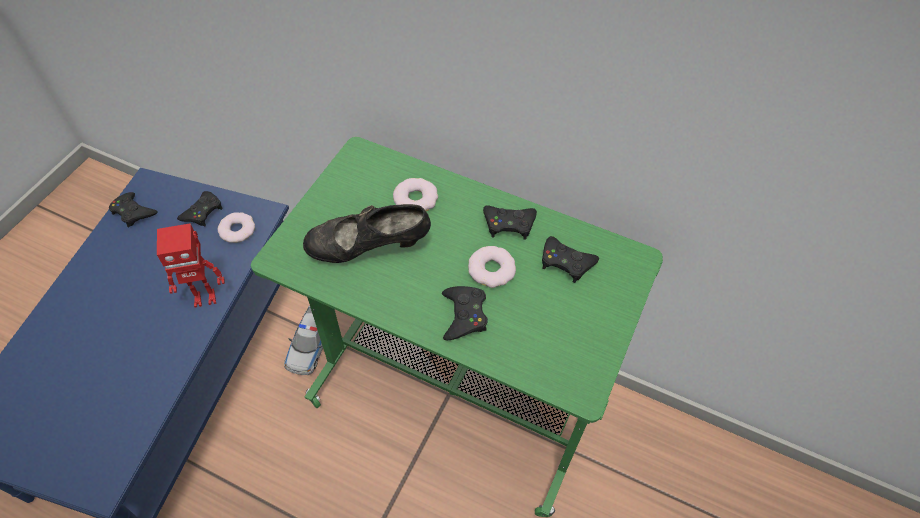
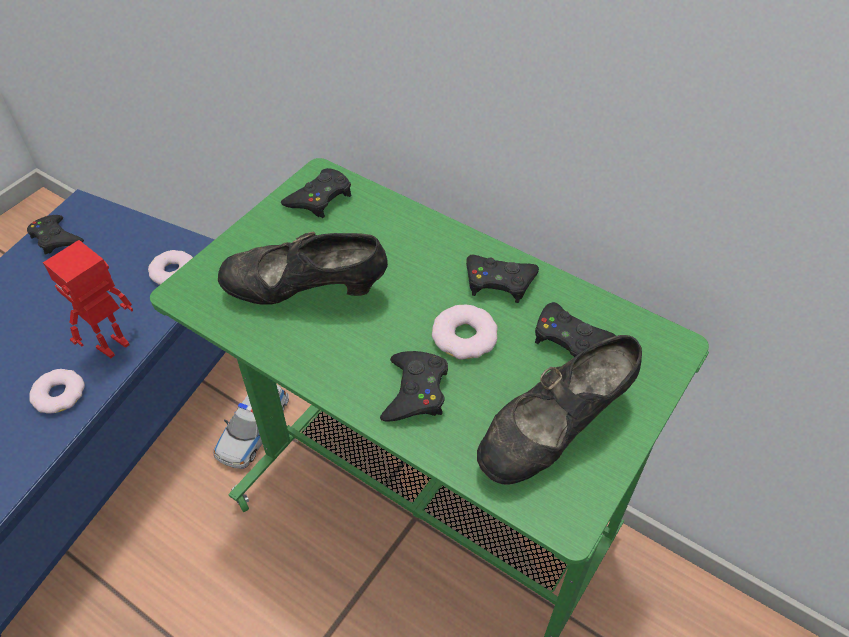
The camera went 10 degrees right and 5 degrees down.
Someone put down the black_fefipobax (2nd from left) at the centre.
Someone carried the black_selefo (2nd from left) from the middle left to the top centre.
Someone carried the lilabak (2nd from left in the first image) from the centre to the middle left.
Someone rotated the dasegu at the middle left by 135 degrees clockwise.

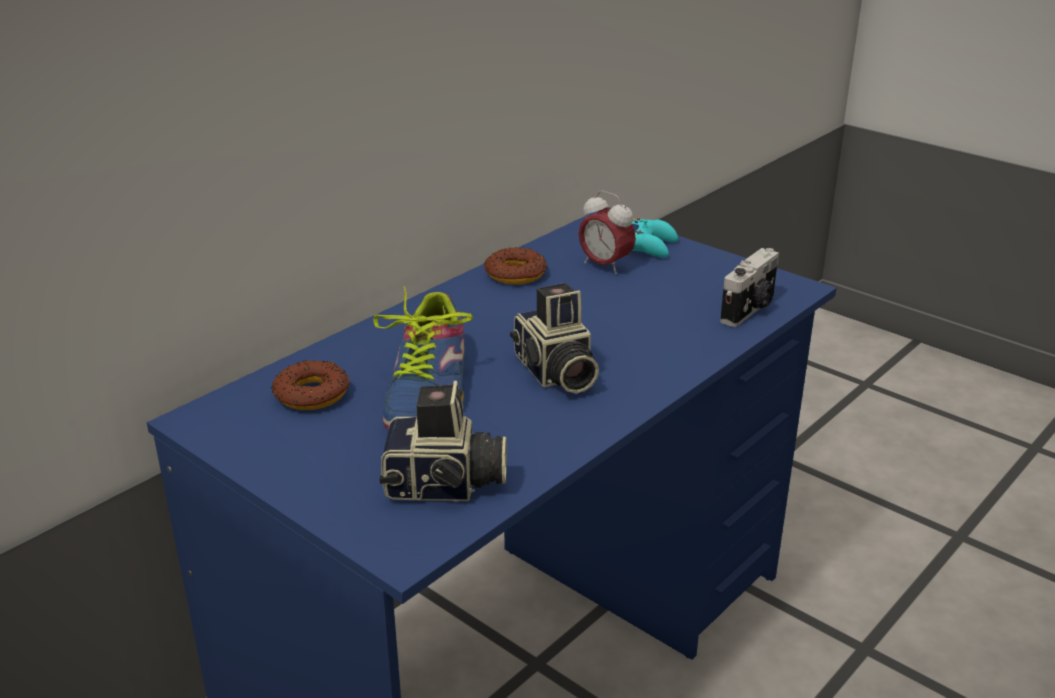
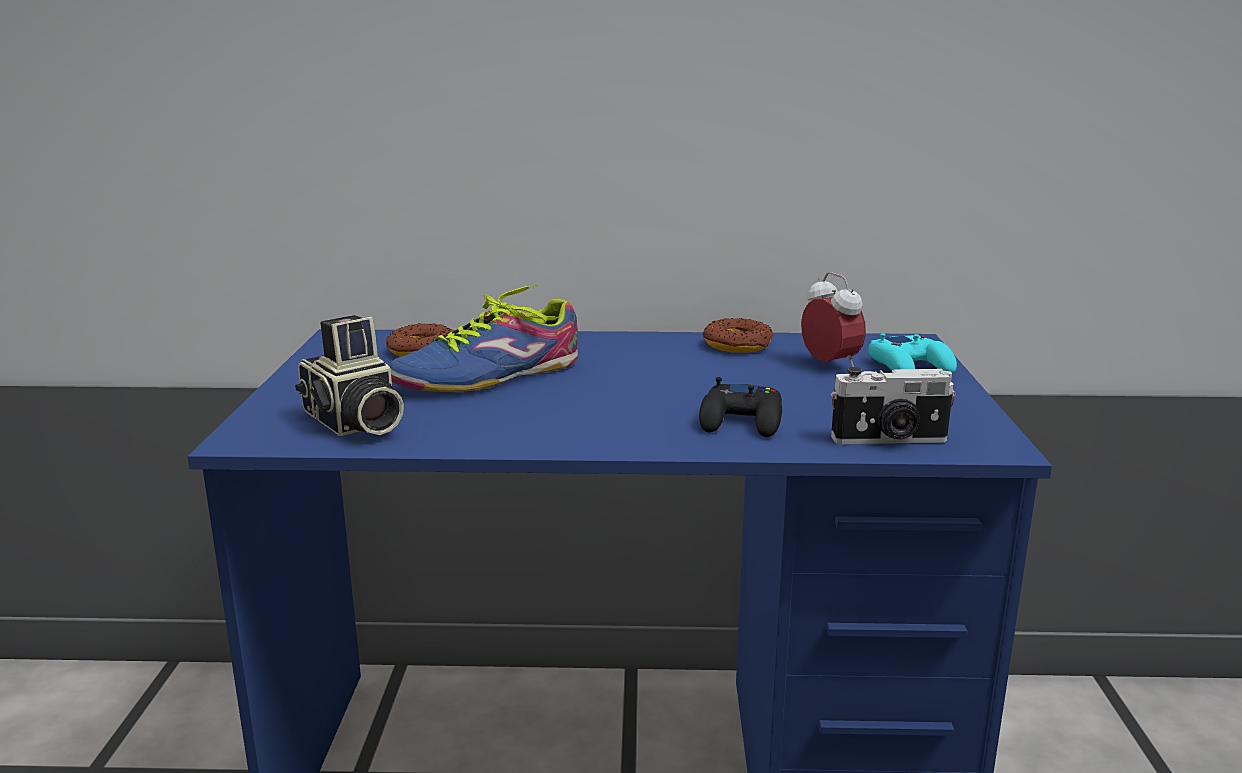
The camera went 50 degrees right and 10 degrees down.
Someone took away the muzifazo (2nd from left) at the centre.
Someone put down the black_selefo at the centre.
Someone rotated the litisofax at the centre by 150 degrees clockwise.

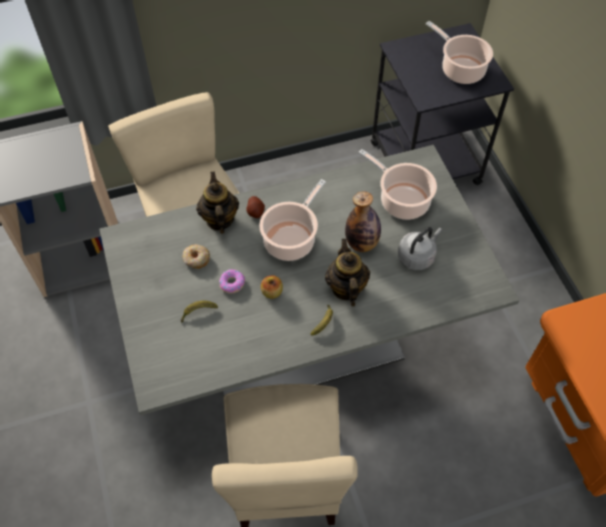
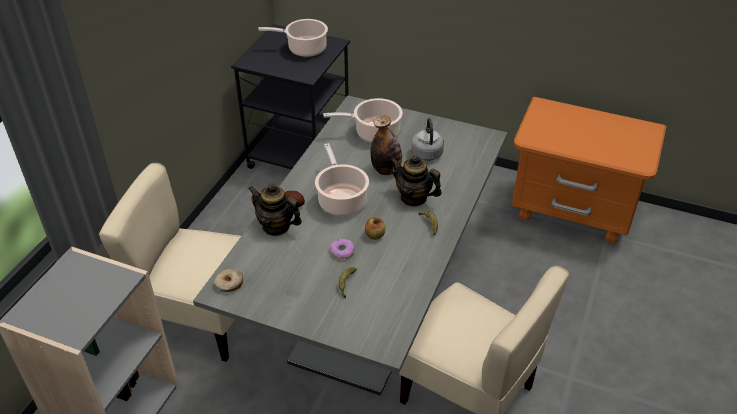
The camera went 50 degrees left and 15 degrees down.
Someone carried the lilabak (1st from left) from the middle left to the bottom left.

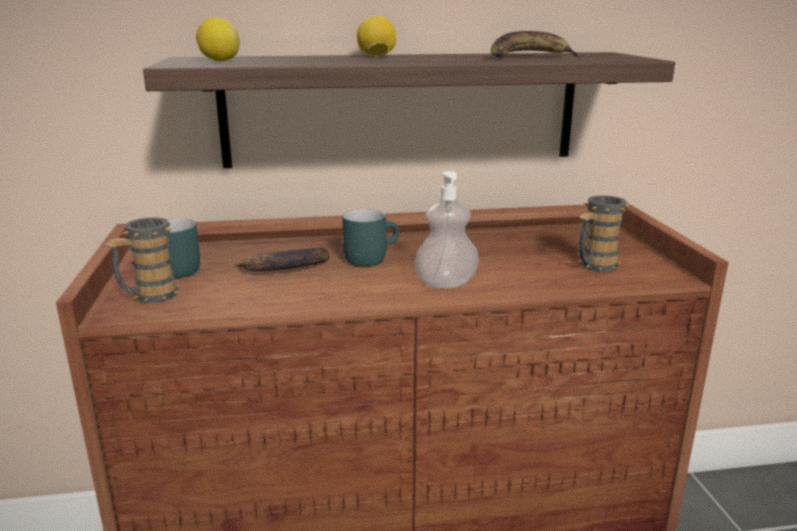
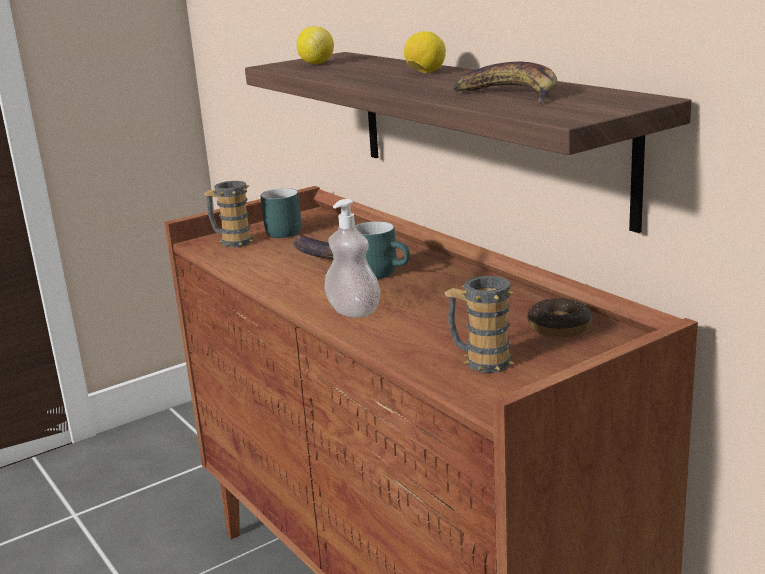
The camera went 65 degrees right and 0 degrees up.
Someone put down the lilabak at the middle right.

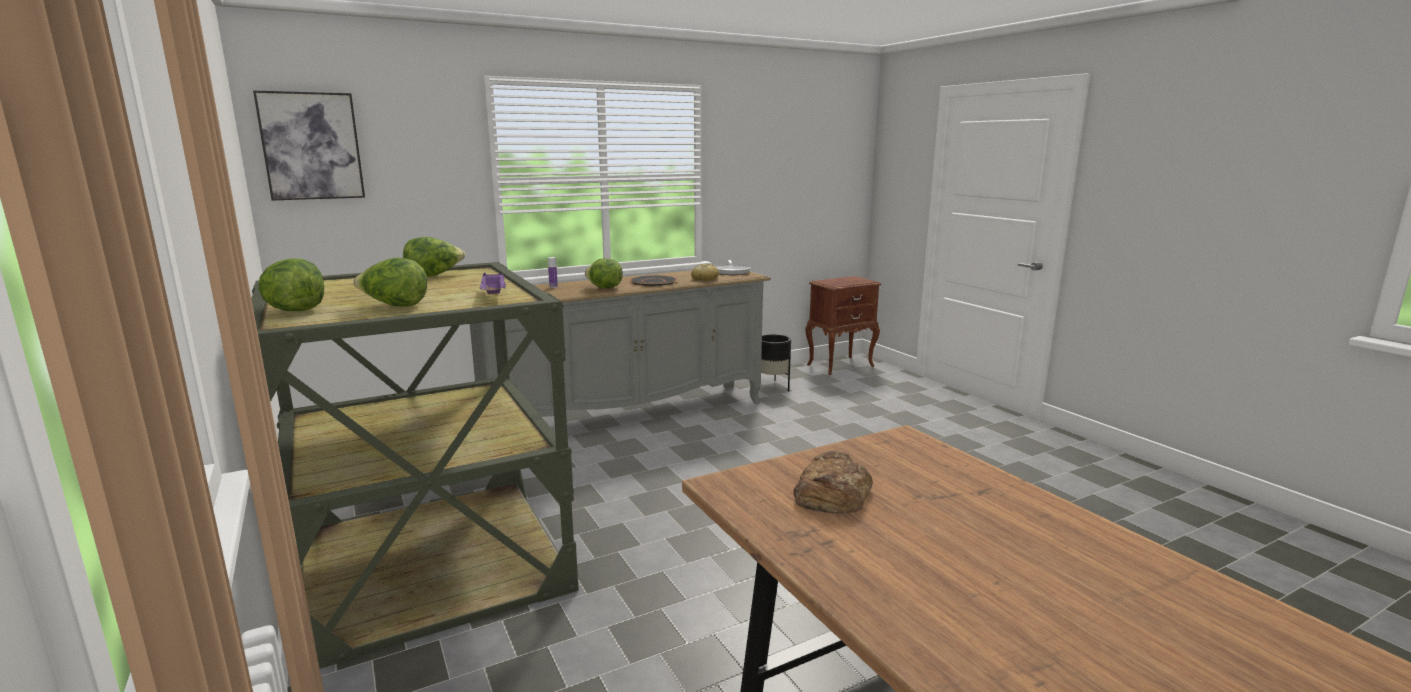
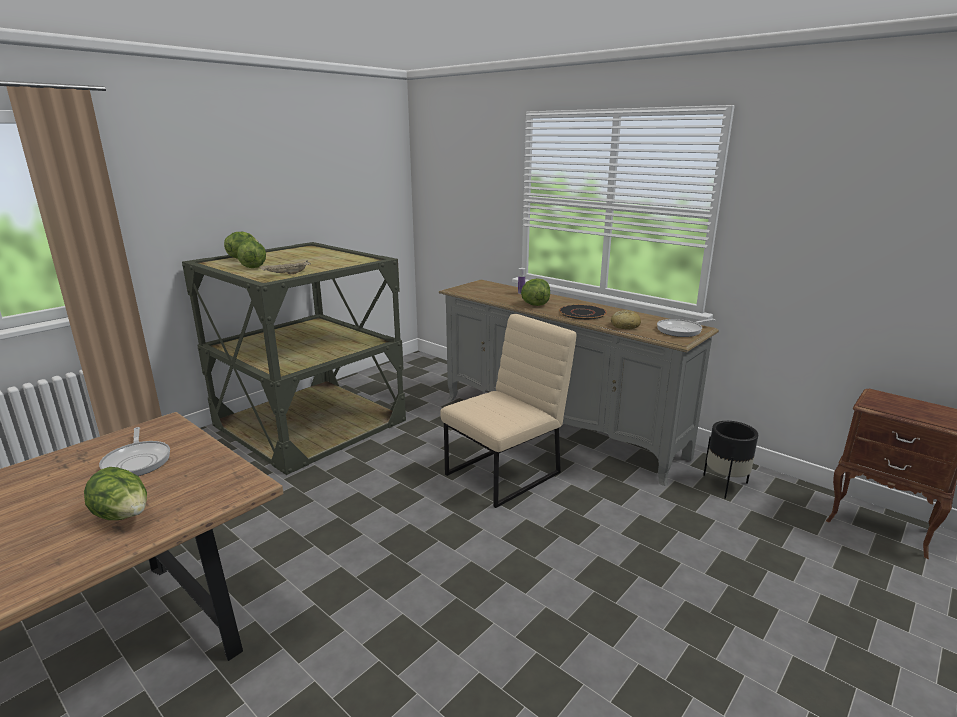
The camera went 70 degrees right and 5 degrees up.
Someone took away the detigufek at the top left.
Someone put down the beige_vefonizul at the centre.
Someone carried the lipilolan (3rd from left in the first image) from the middle left to the bottom left.
Someone swapped the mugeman (2nd from left) at the bottom centre for the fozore (1st from left) at the middle left.
Someone repainted the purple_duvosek at the centre, which became the beige_duvosek at the middle left.

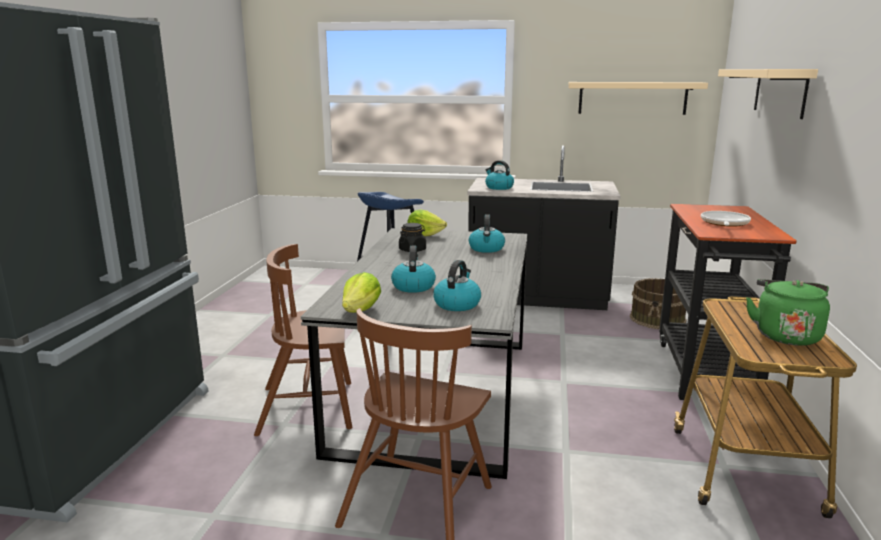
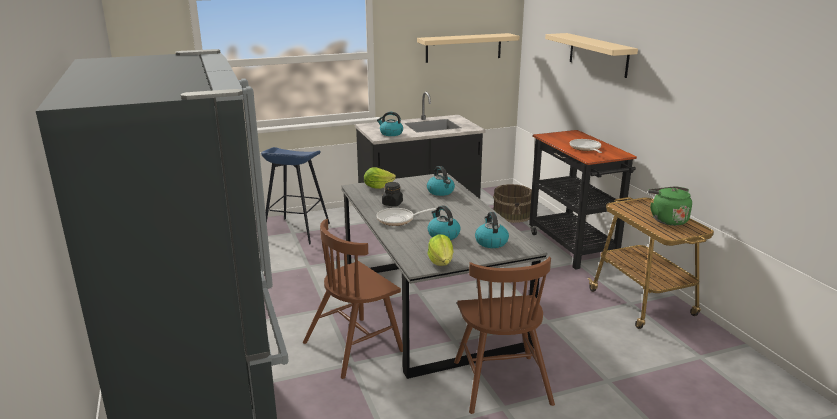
The camera went 30 degrees left and 5 degrees up.
Someone put down the fozore (1st from left) at the centre.

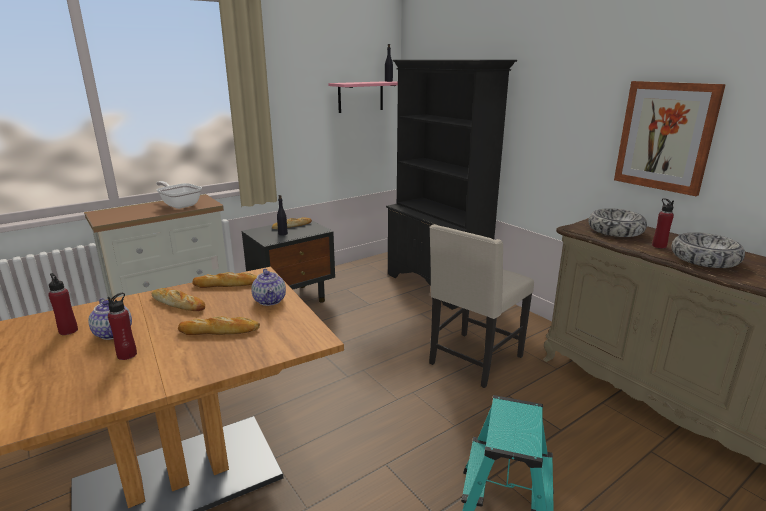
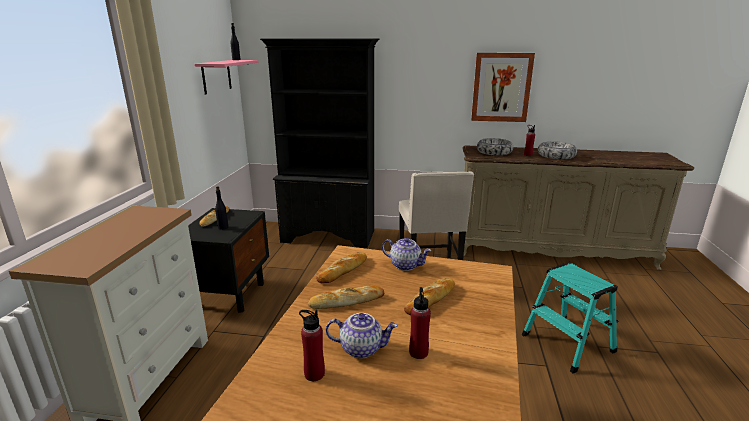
The camera went 45 degrees left and 0 degrees up.
Someone took away the fozore at the middle left.

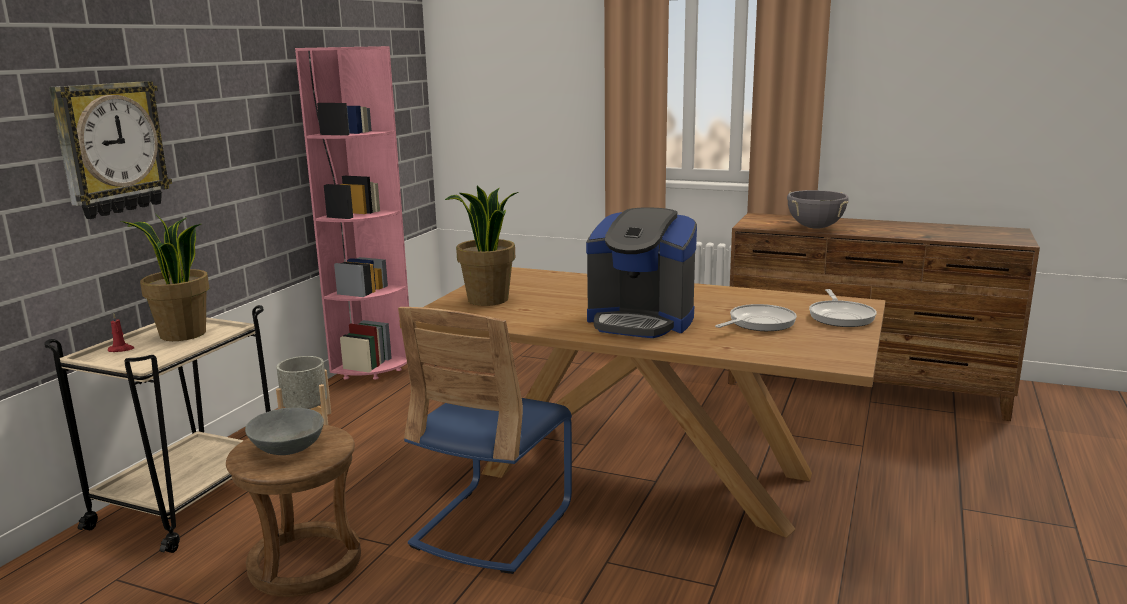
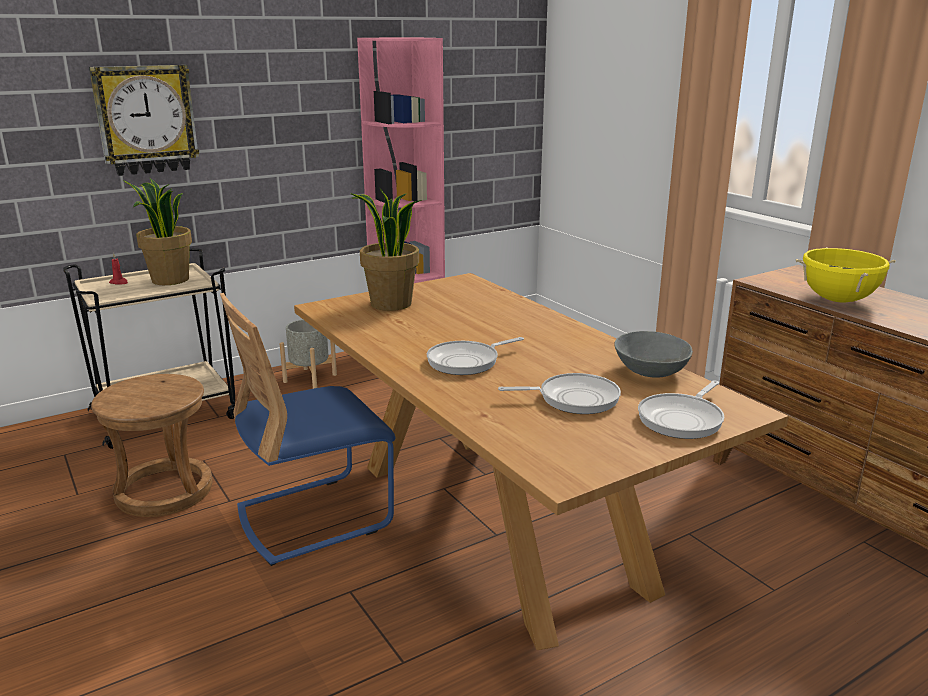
The camera went 35 degrees right and 5 degrees up.
Someone carried the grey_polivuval from the bottom left to the middle right.
Someone swapped the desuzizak at the centre for the fozore (1st from left) at the centre.
Someone repainted the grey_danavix at the middle right, which became the yellow_danavix at the middle right.

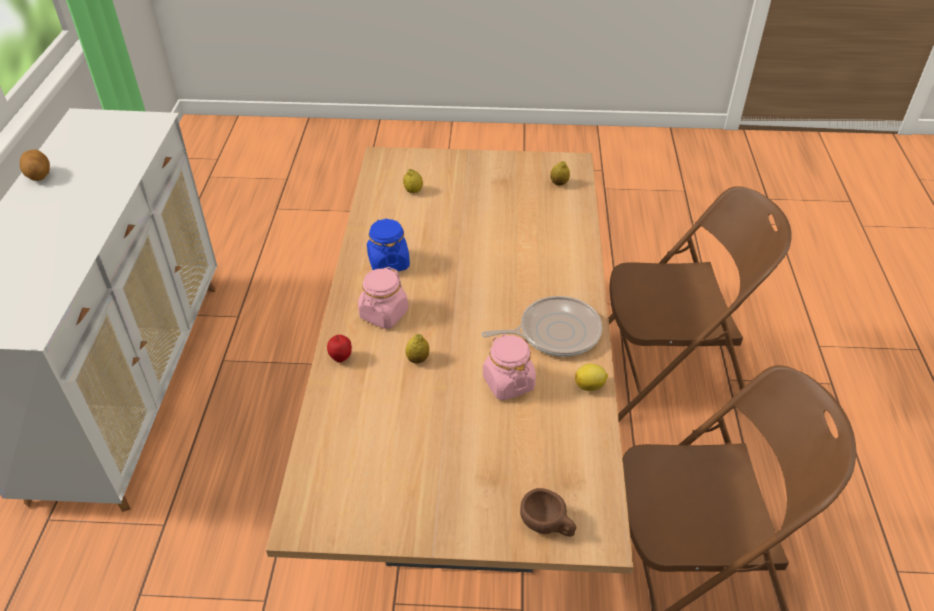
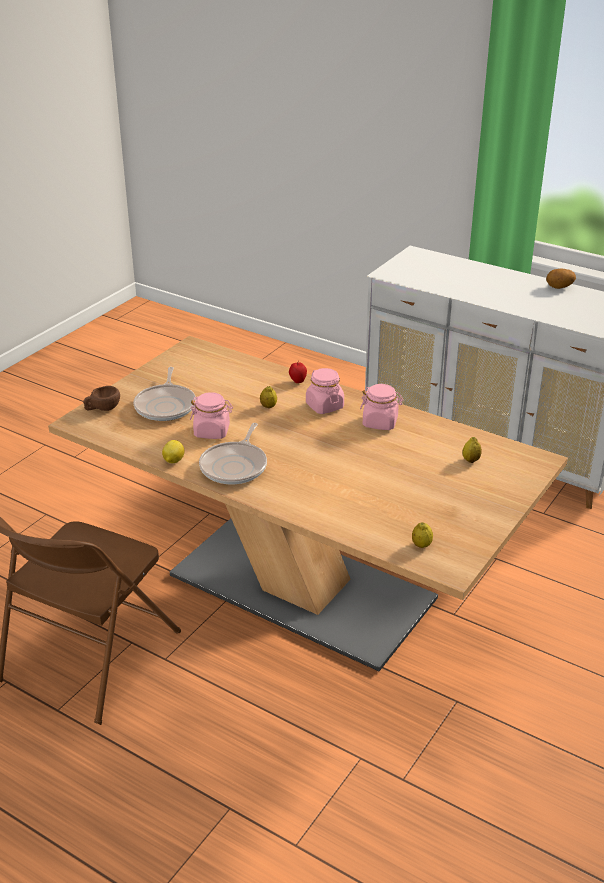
The camera went 120 degrees right and 10 degrees down.
Someone took away the brown_vefonizul (1st from left) at the middle right.
Someone put down the fozore (1st from left) at the middle left.
Someone repainted the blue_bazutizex at the centre, which became the pink_bazutizex (3rd from left) at the centre.

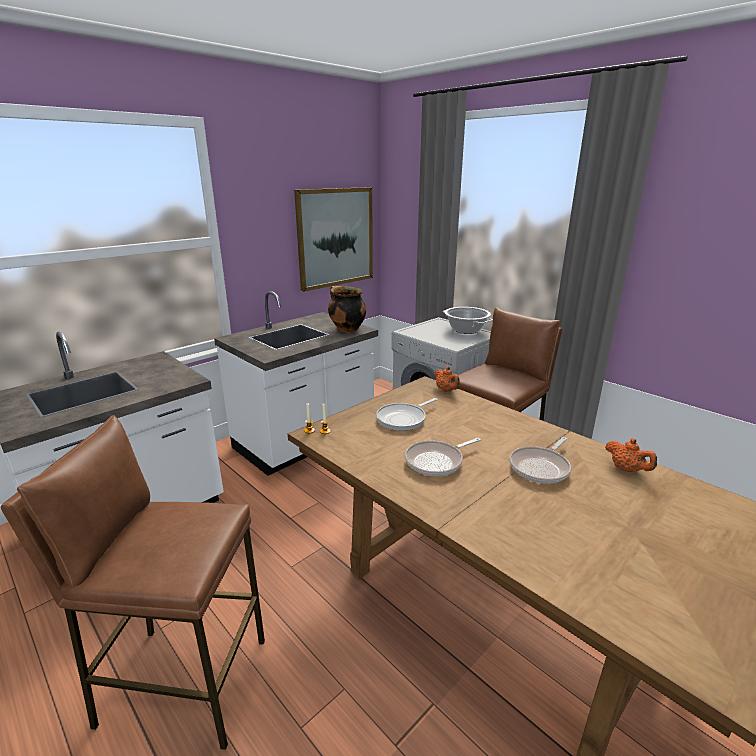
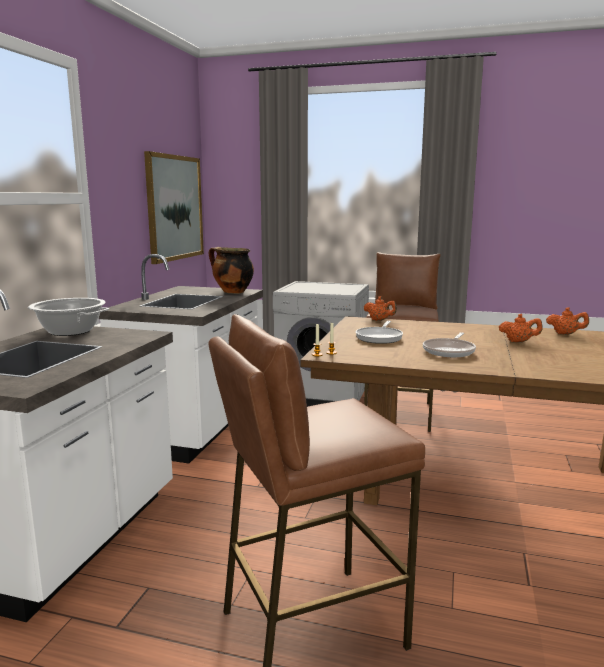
The camera went 30 degrees left and 10 degrees down.
Someone carried the danavix (2nd from left in the first image) from the centre to the middle left.
Someone swapped the fozore (3rd from left) at the middle right for the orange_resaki (2nd from left) at the middle right.

